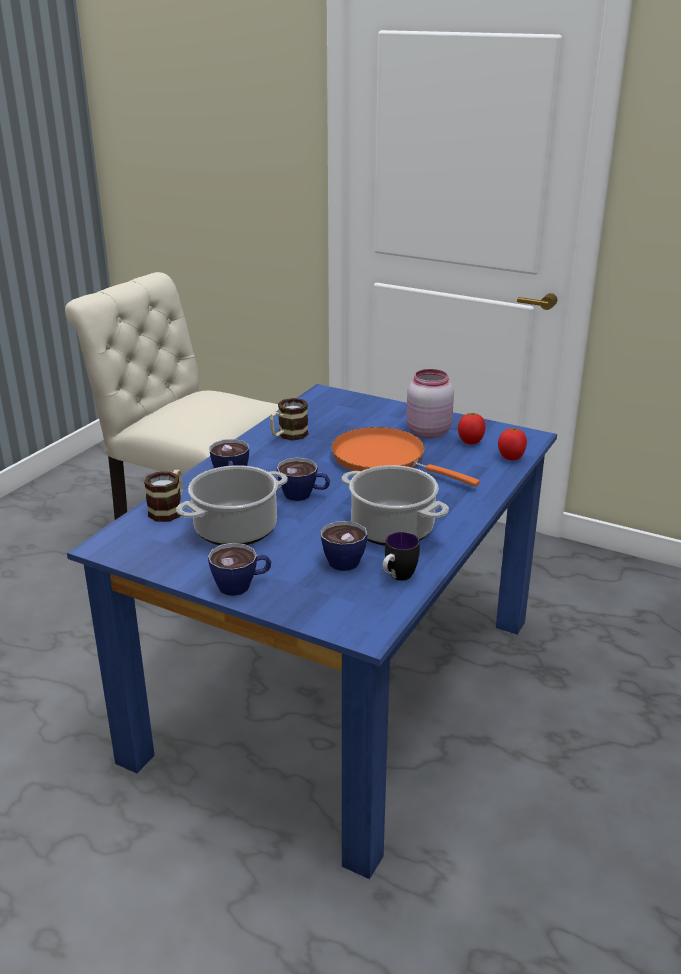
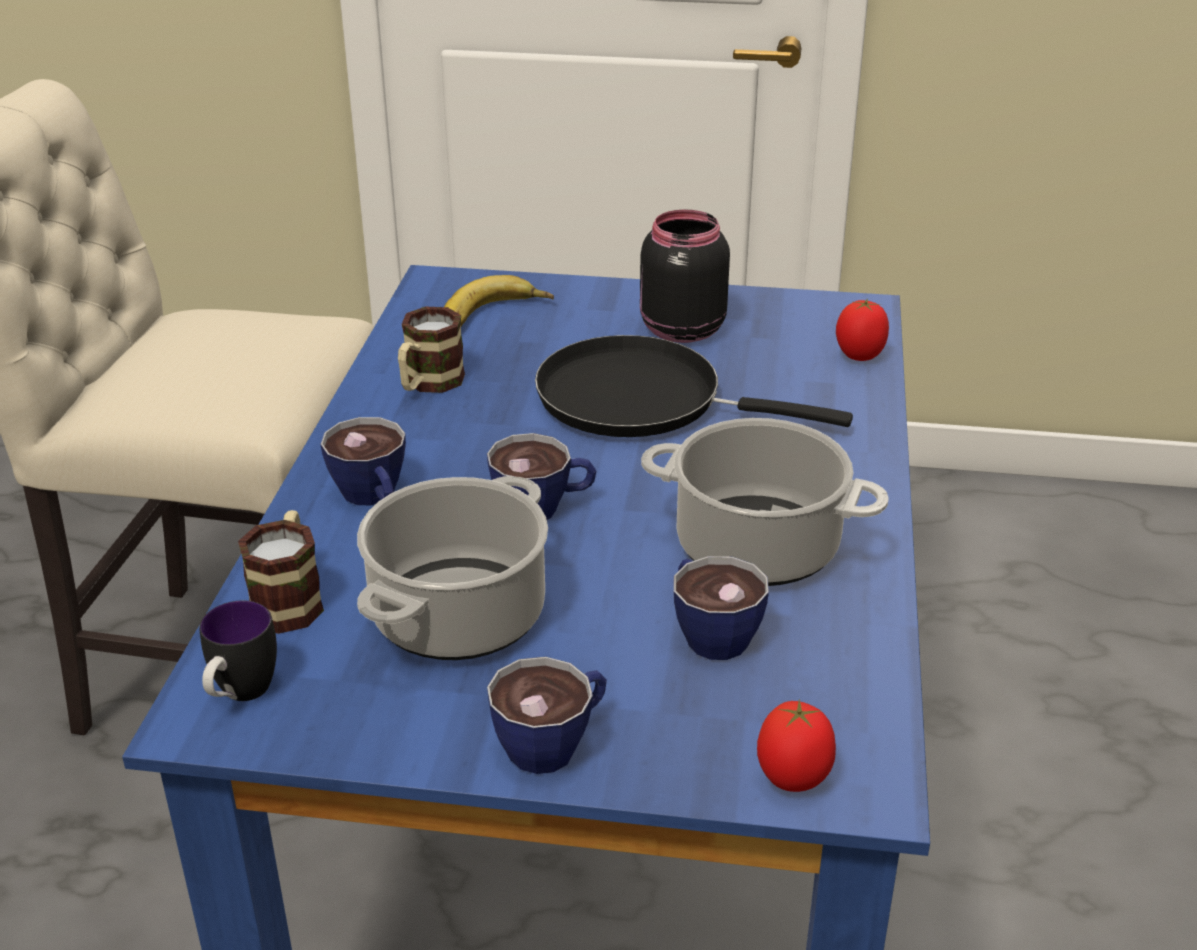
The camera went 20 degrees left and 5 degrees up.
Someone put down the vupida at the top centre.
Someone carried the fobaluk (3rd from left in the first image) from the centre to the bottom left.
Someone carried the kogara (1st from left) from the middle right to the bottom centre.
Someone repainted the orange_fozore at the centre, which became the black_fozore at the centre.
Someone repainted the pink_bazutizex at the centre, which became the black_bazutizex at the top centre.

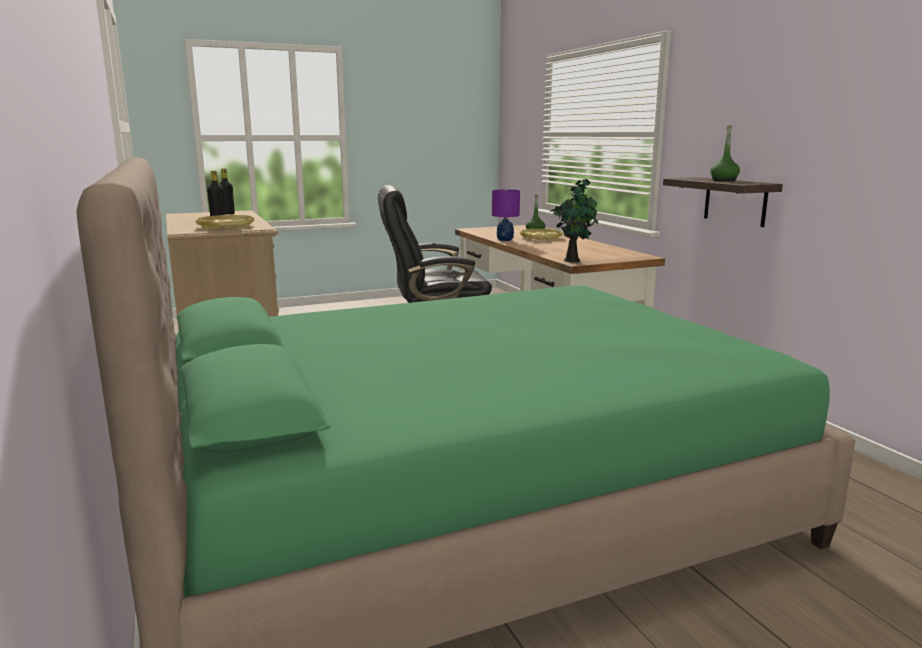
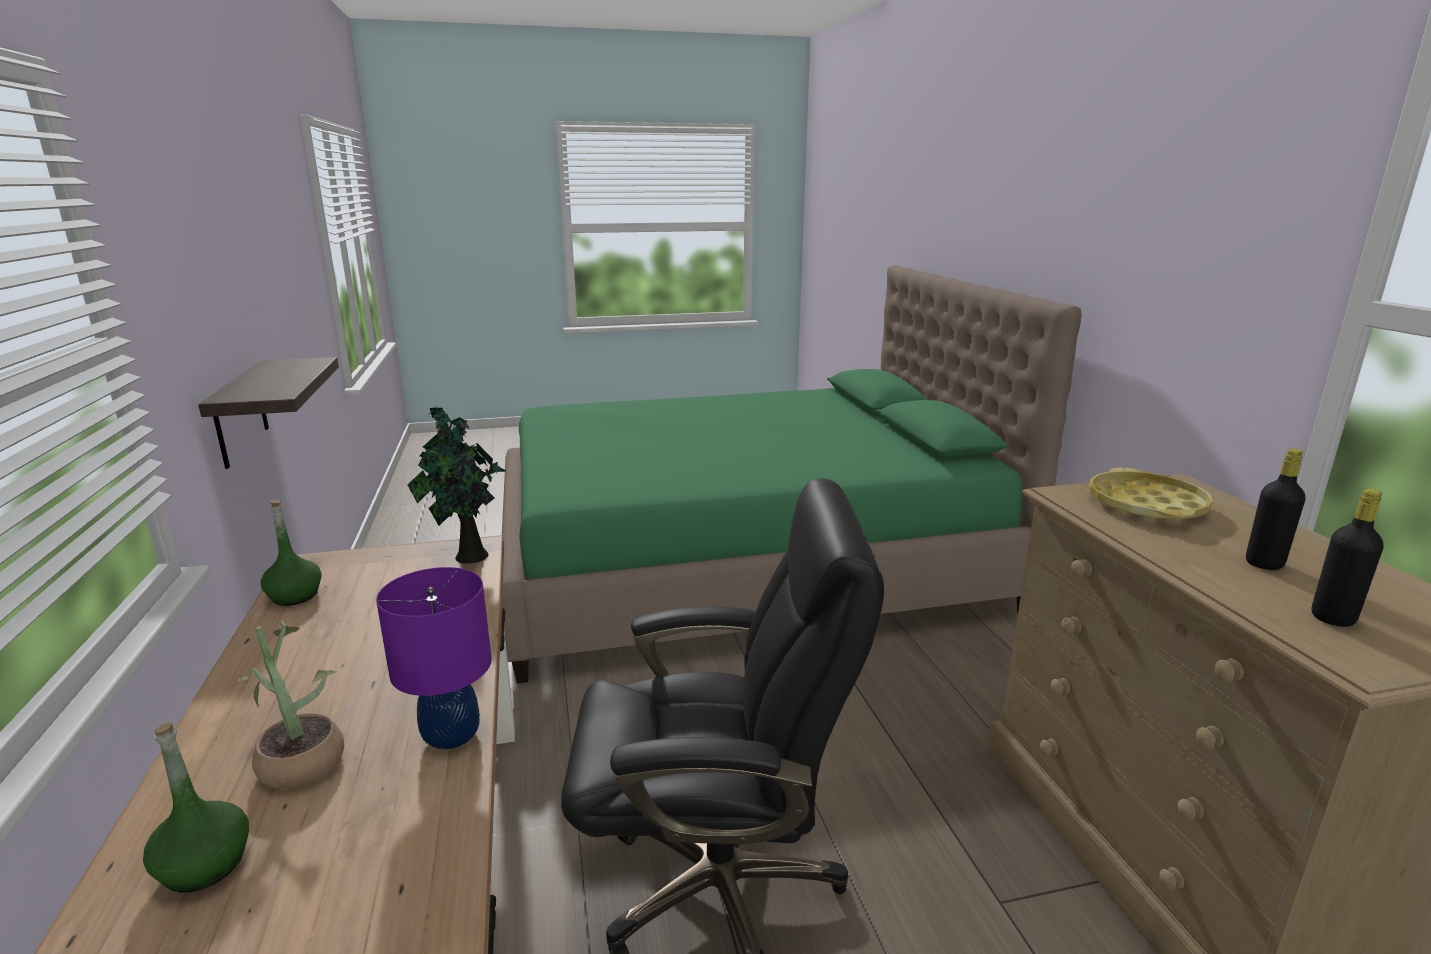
The camera went 170 degrees left and 5 degrees up.
Someone carried the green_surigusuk (2nd from left) from the top right to the middle left.
Someone swapped the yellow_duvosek (2nd from left) at the centre for the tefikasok (1st from left) at the bottom left.

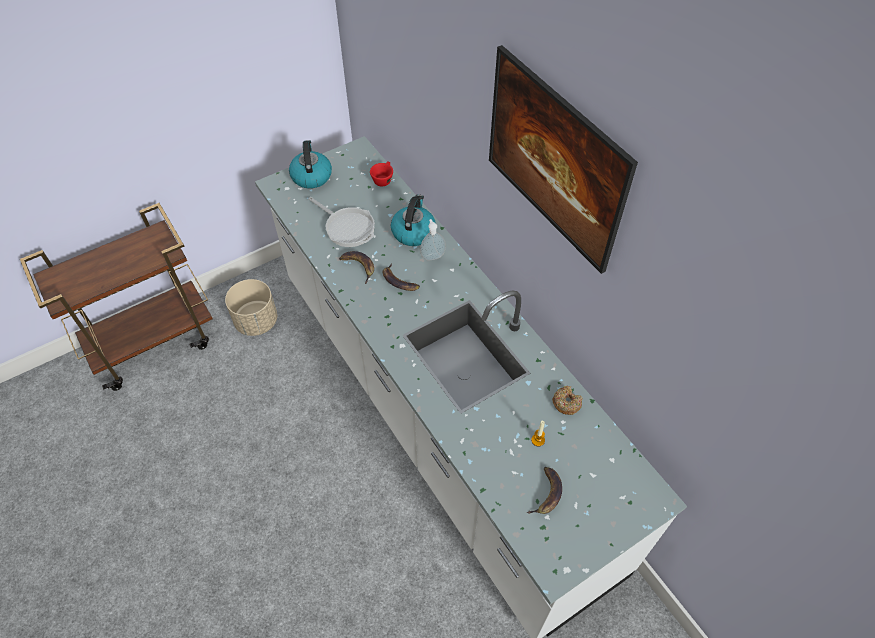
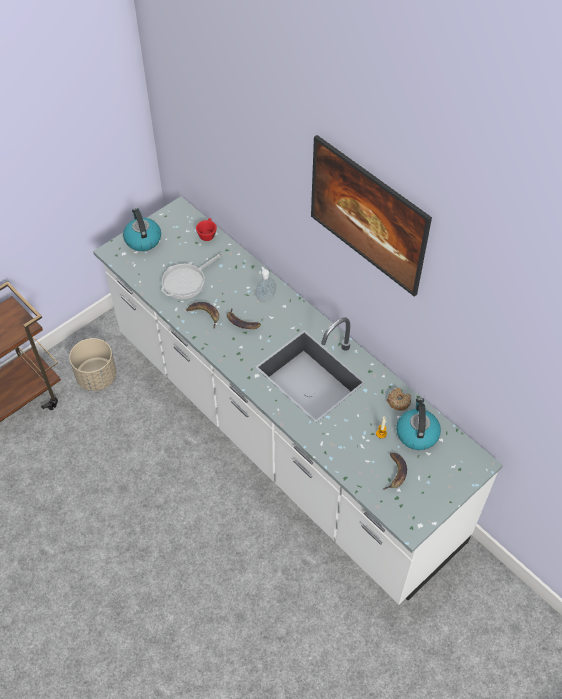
The camera went 10 degrees left and 0 degrees up.
Someone carried the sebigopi (2nd from left) from the centre to the middle right.
Someone rotated the fozore at the centre by 105 degrees clockwise.

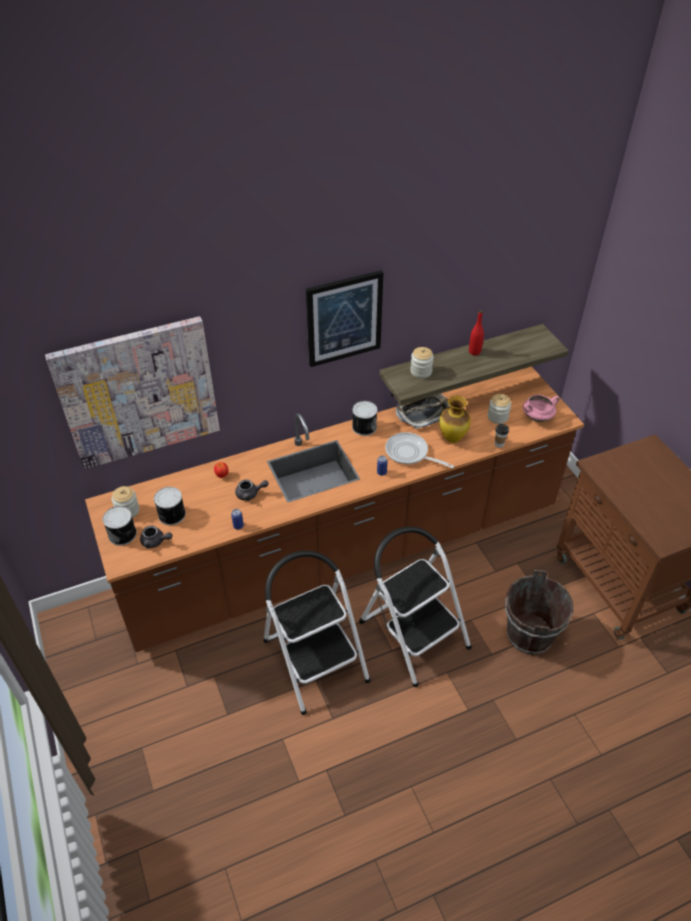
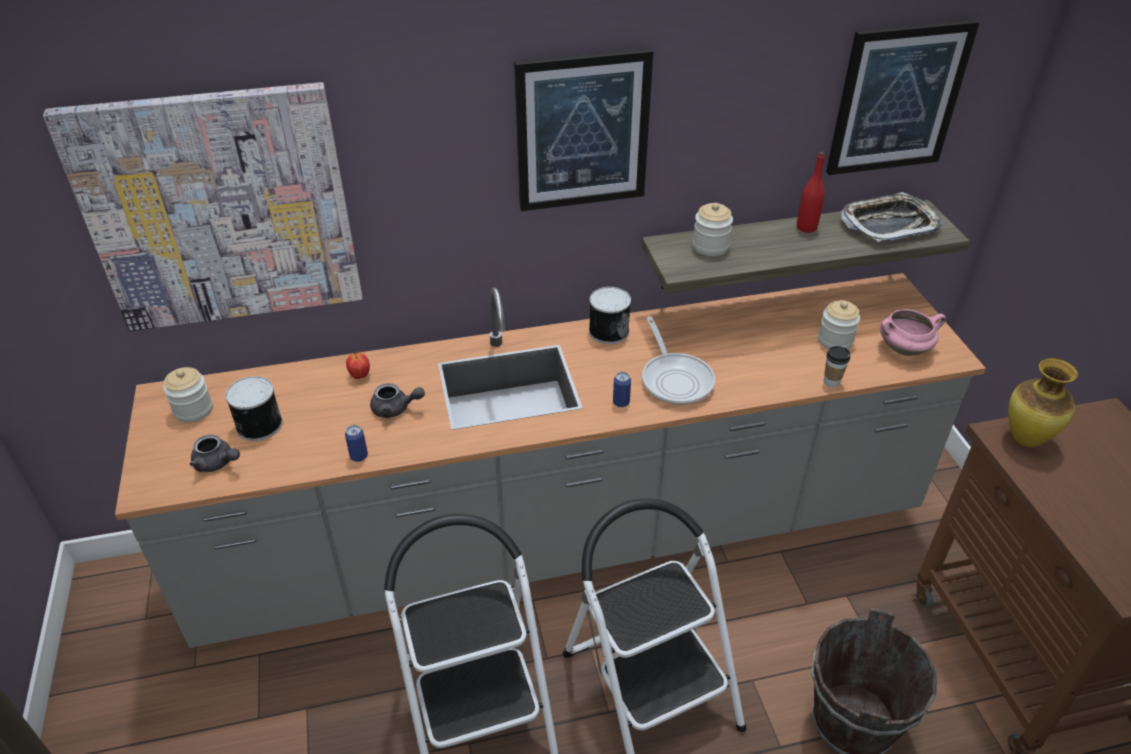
The camera went 10 degrees right and 5 degrees down.
Someone took away the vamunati (1st from left) at the middle left.
Someone put up the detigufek (3rd from left) at the top right.
Someone carried the duvosek from the centre to the top right.
Someone carried the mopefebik from the centre to the middle right.
Someone repainted the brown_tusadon at the centre, which became the grey_tusadon at the centre.
Someone rotated the fozore at the centre by 150 degrees counterclockwise.

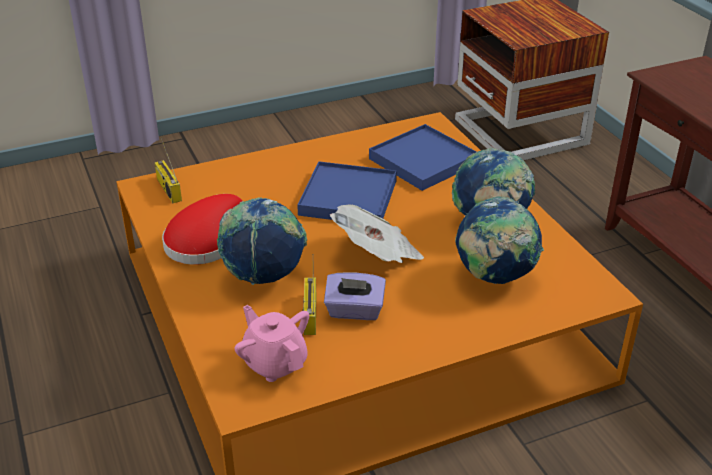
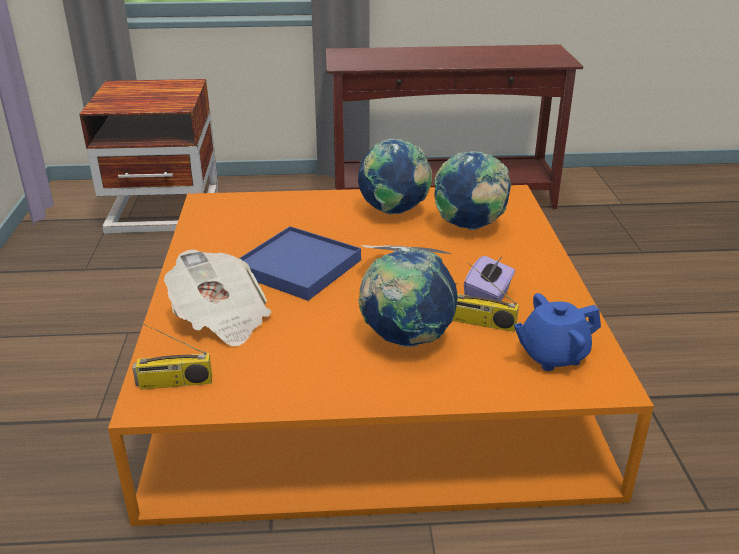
The camera went 70 degrees left and 5 degrees down.
Someone took away the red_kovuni at the middle left.
Someone took away the blue_duvosek (2nd from left) at the top centre.
Someone put down the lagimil (1st from left) at the middle left.
Someone repainted the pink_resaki at the bottom centre, which became the blue_resaki at the middle right.

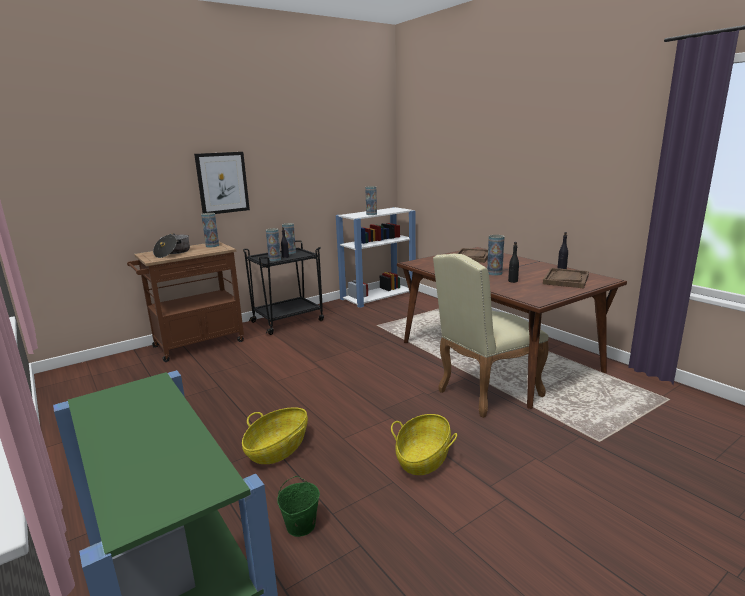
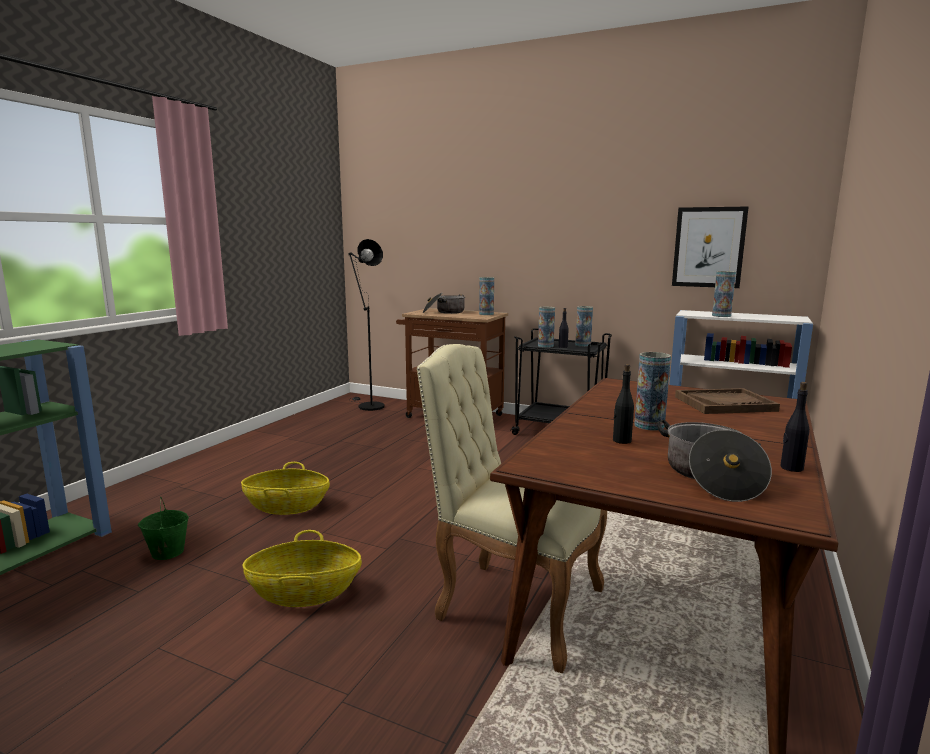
The camera went 60 degrees right and 5 degrees down.
Someone put down the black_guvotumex at the centre.
Someone carried the detigufek from the top left to the top right.
Someone swapped the brown_duvosek (2nd from left) at the middle right for the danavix (2nd from left) at the middle right.

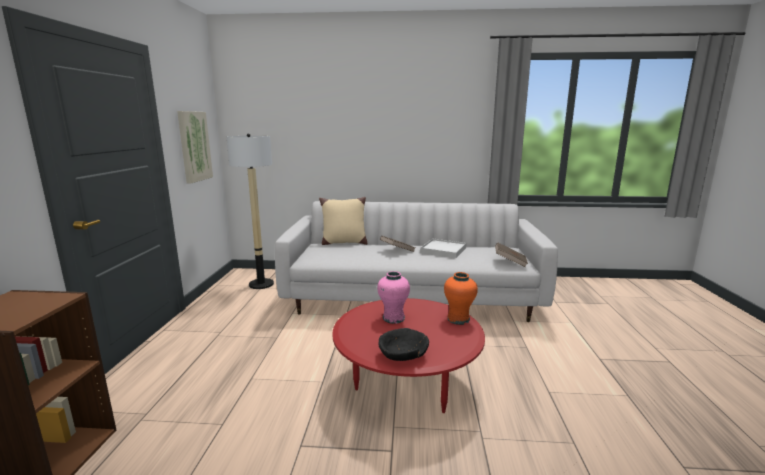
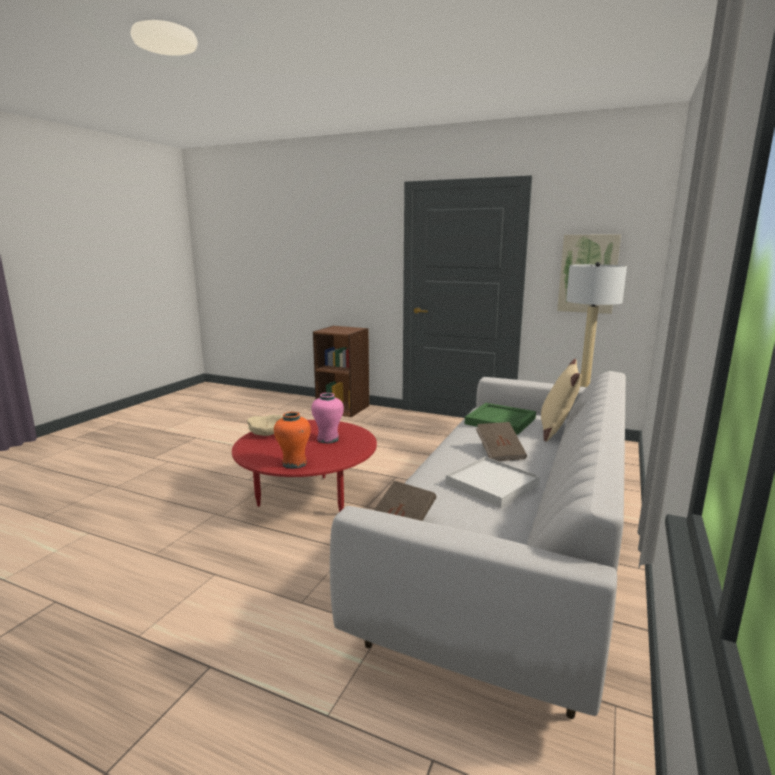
The camera went 110 degrees right and 0 degrees up.
Someone put down the green_duvosek at the centre.
Someone repainted the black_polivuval at the bottom centre, which became the beige_polivuval at the centre.

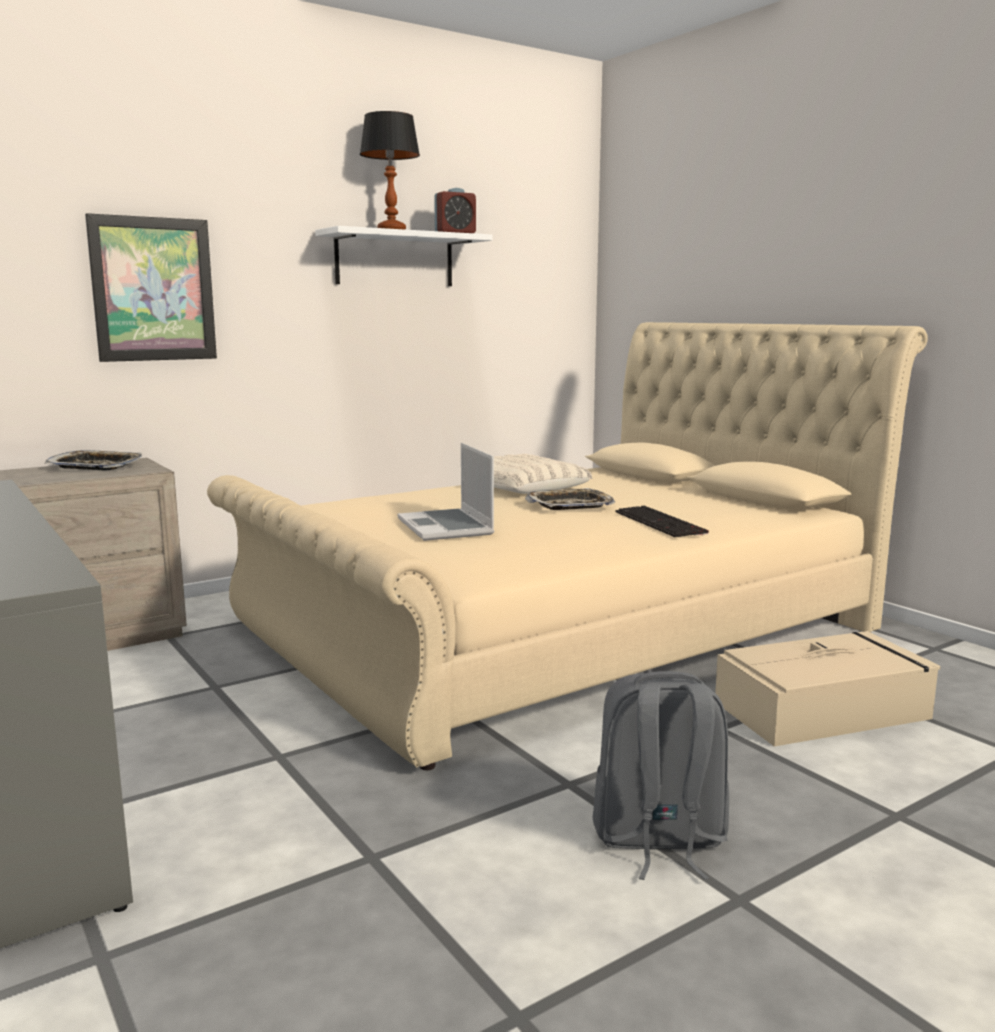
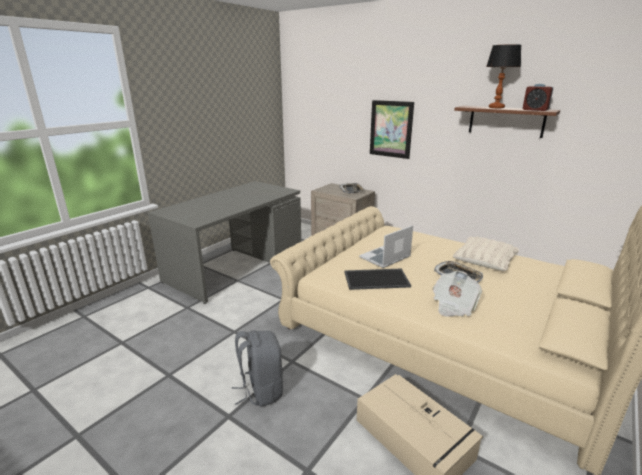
The camera went 70 degrees right and 10 degrees up.
Someone put down the duvosek (2nd from left) at the centre.
Someone swapped the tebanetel at the centre for the lagimil at the middle right.
Someone repainted the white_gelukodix at the top centre, which became the brown_gelukodix at the top right.

